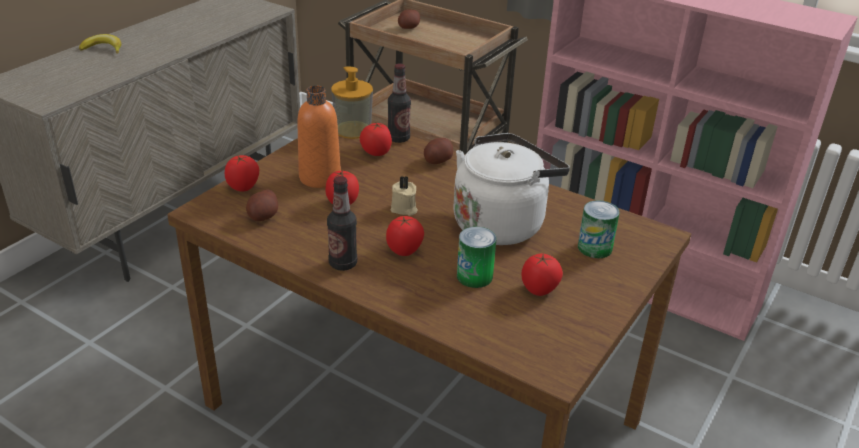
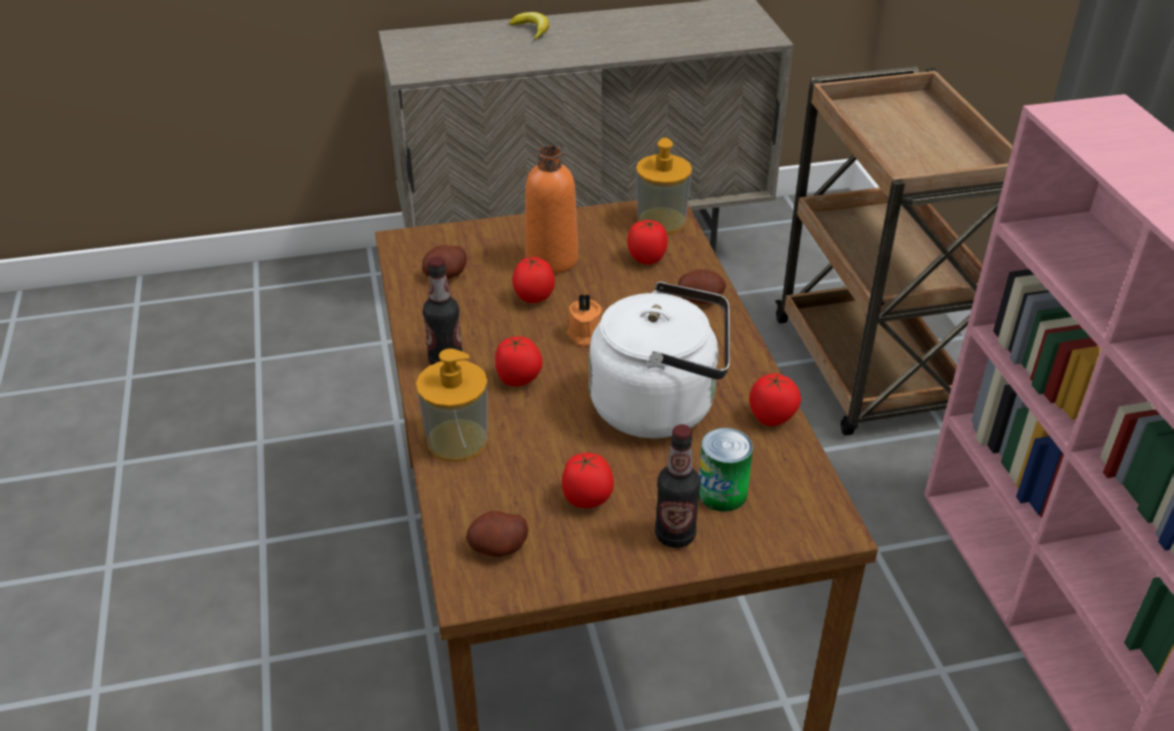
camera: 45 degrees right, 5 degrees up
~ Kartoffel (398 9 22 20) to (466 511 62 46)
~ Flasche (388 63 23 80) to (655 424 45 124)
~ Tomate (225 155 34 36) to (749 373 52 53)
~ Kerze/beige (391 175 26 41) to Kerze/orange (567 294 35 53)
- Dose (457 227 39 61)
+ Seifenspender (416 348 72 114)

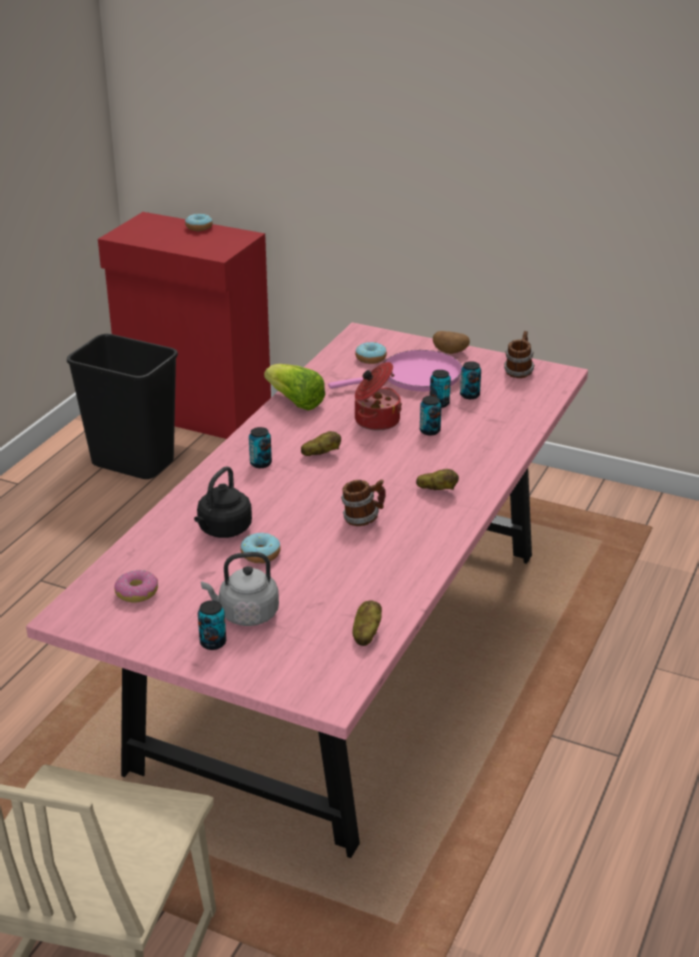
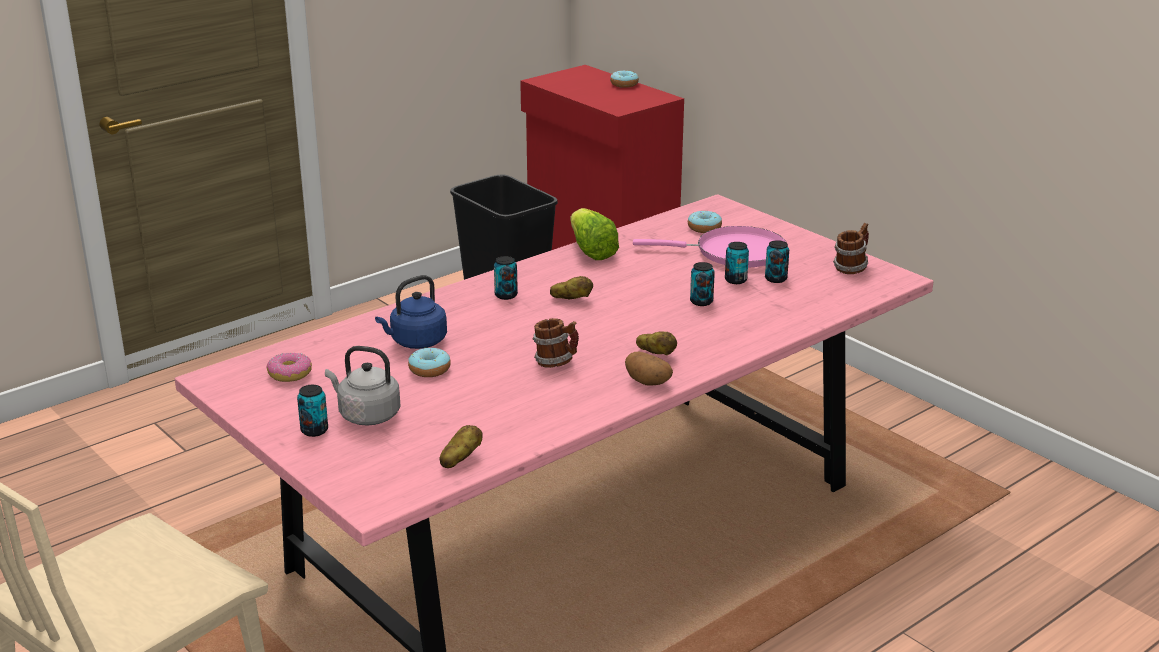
camera: 25 degrees right, 5 degrees down
~ Kartoffel (433 331 37 23) to (625 352 48 34)
- Kochtopf (355 362 47 69)
~ Wasserkessel/schwarz (194 466 58 72) to Wasserkessel/blau (375 275 72 74)

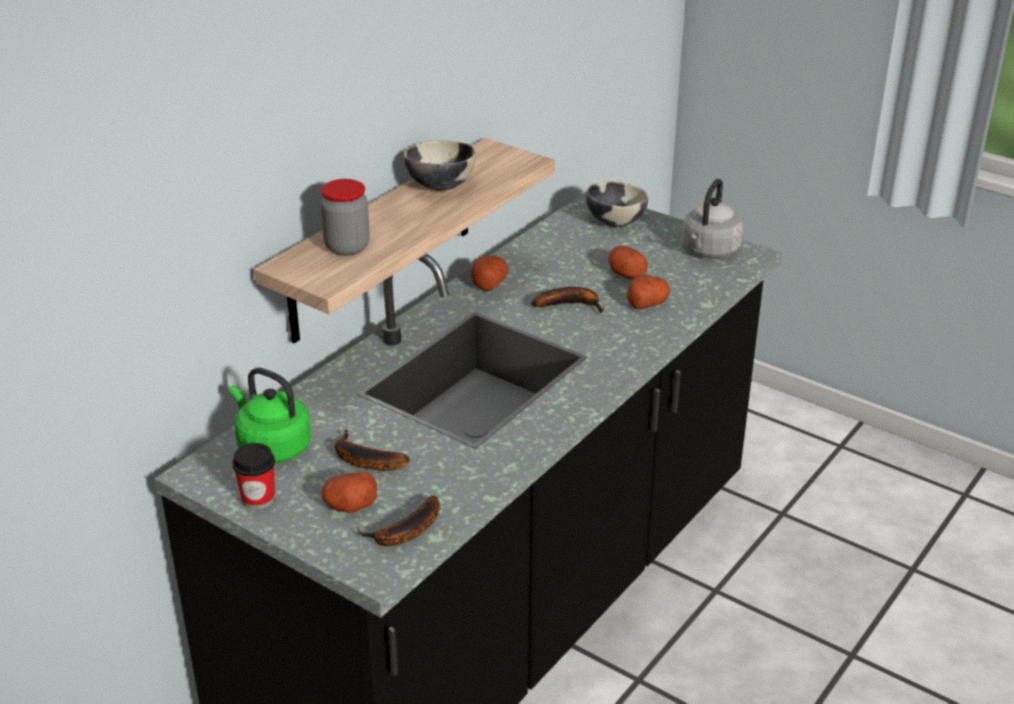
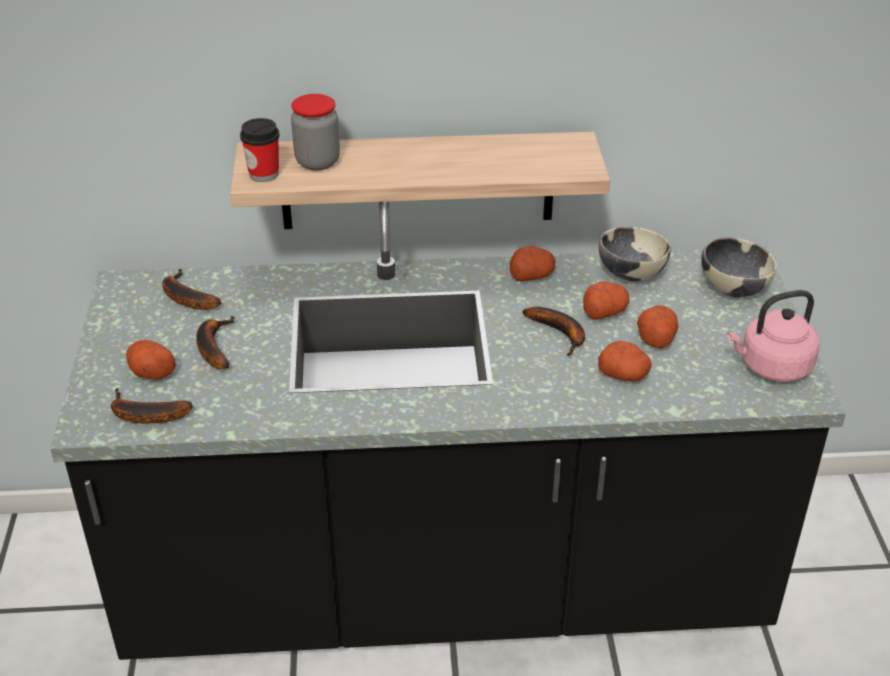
camera: 50 degrees right, 5 degrees up
~ Schüssel (404 140 72 51) to (599 227 72 55)
~ Wasserkessel/grau (682 178 62 80) to Wasserkessel/rosa (727 290 93 92)
~ Wasserkessel/grün (230 368 81 95) to Banane (163 268 58 42)
~ Tasse (232 443 43 67) to (240 118 40 64)
+ Kartoffel (583 281 46 39)

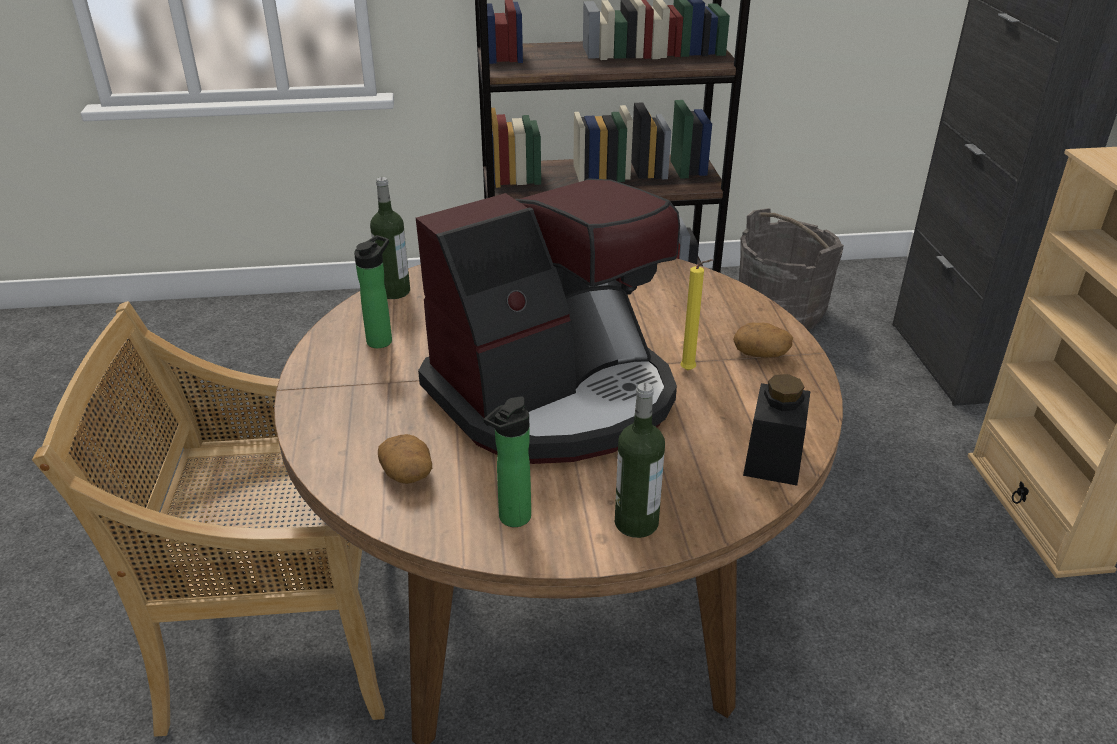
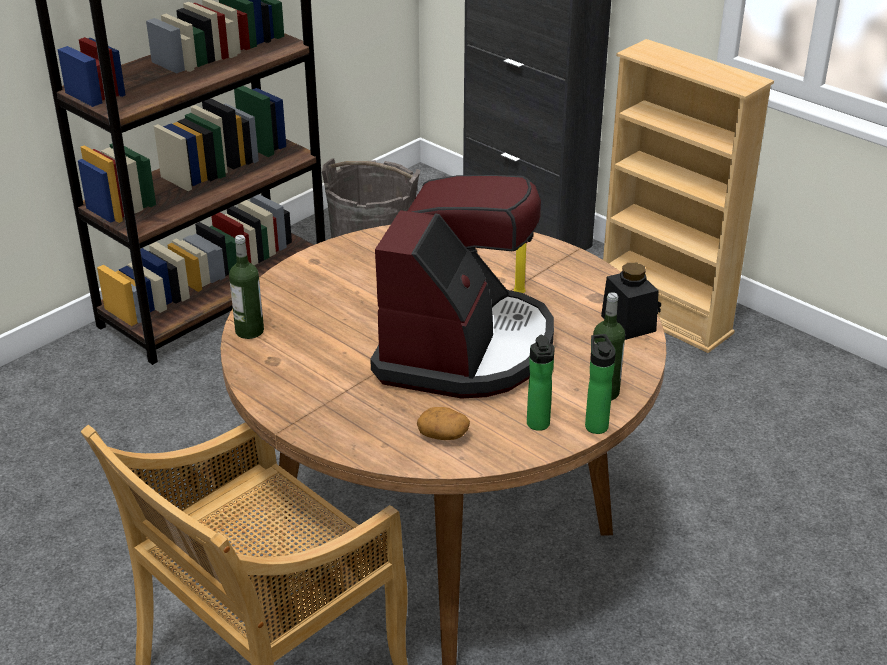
camera: 40 degrees left, 0 degrees up
~ Flasche (354 235 38 113) to (585 334 31 100)
- Kartoffel (733 323 60 35)

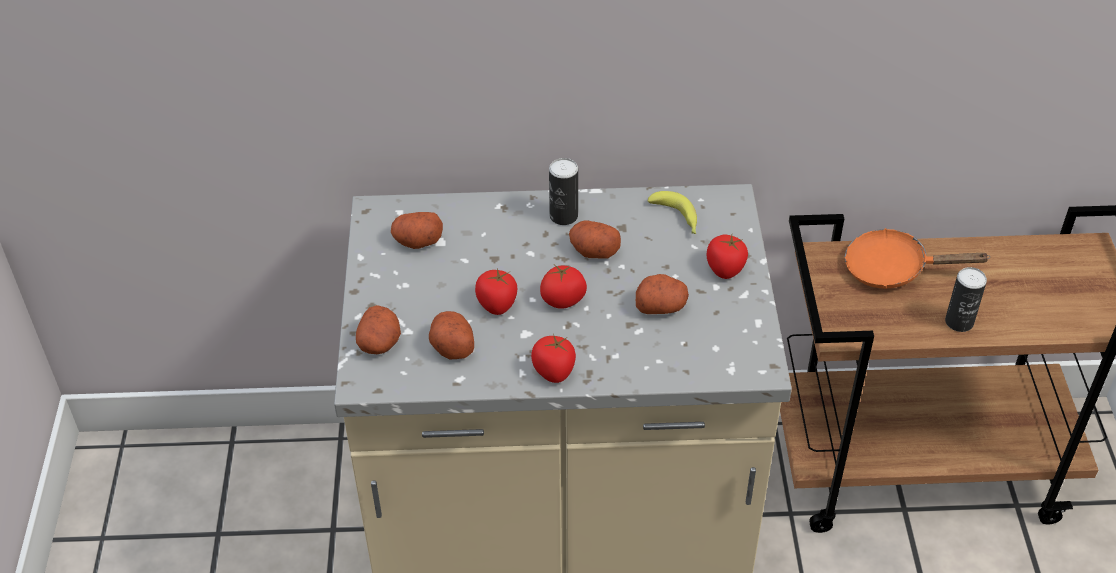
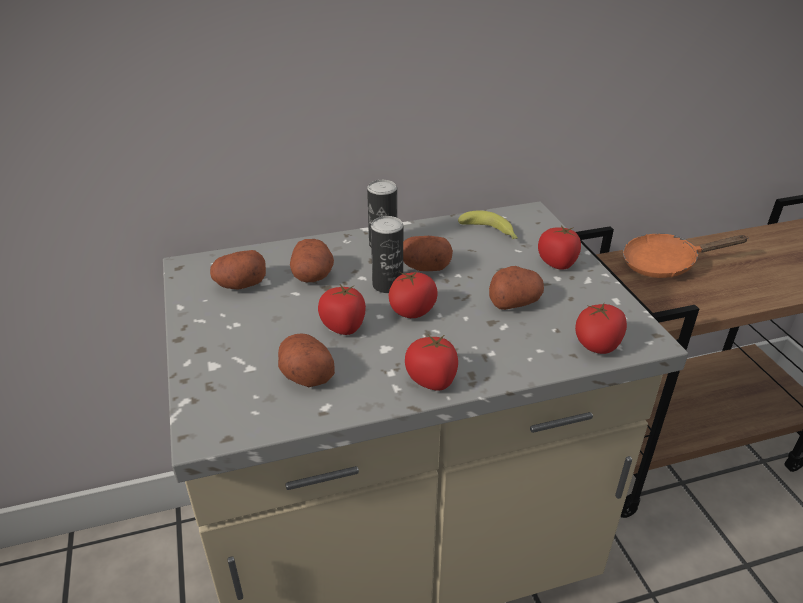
camera: 15 degrees left, 10 degrees down
~ Dose (945 267 42 65) to (371 216 32 77)
~ Kartoffel (356 305 45 49) to (290 239 44 43)
+ Tomate (575 303 52 51)

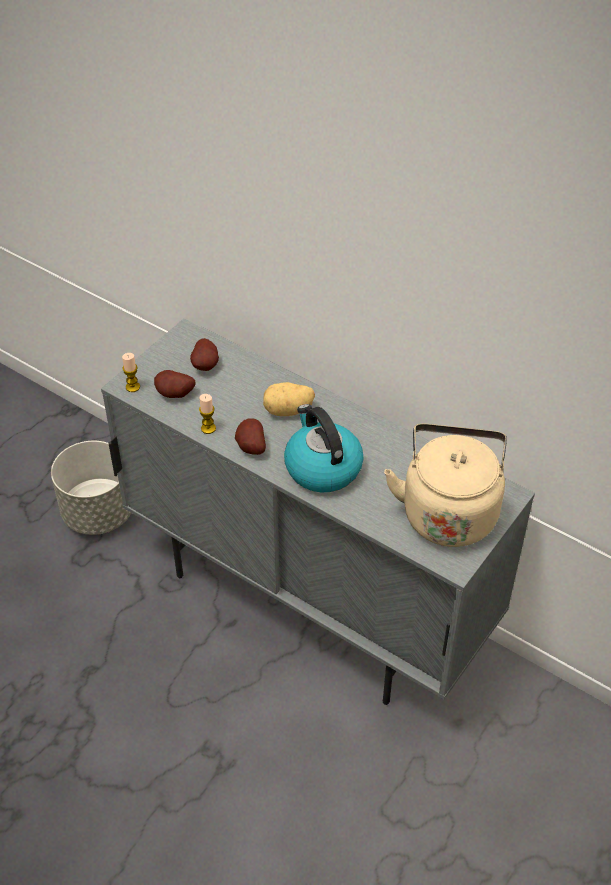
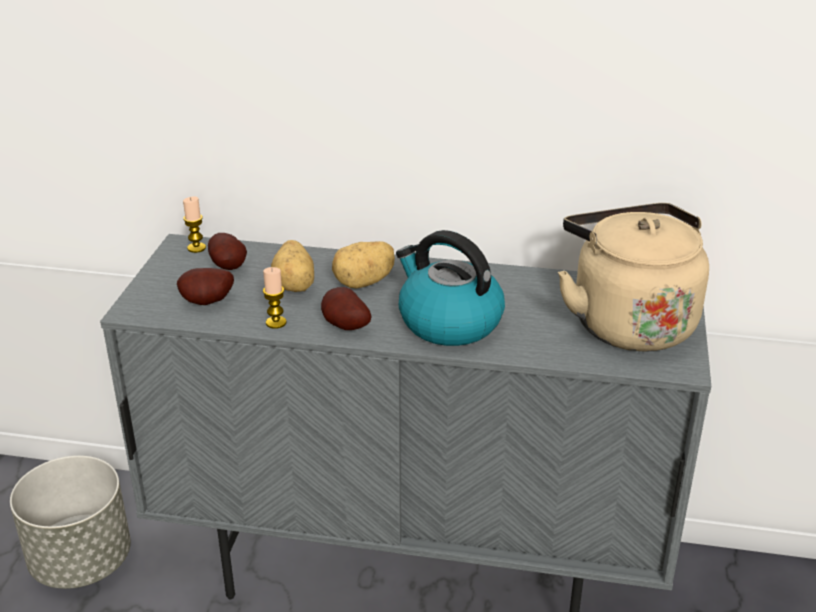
camera: 25 degrees left, 15 degrees down
~ Kerze (122 353 18 39) to (183 196 23 57)
+ Kartoffel (271 240 43 52)

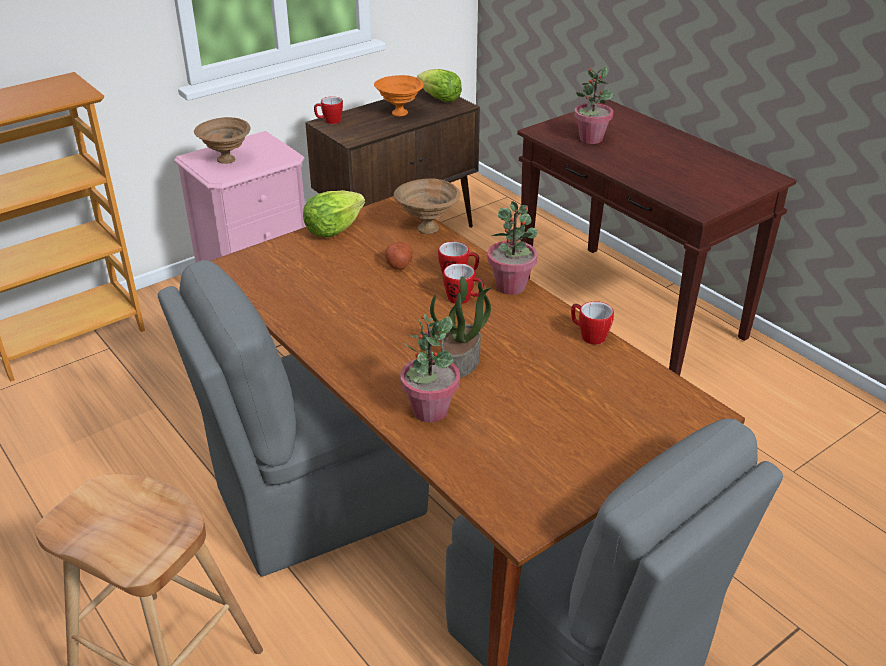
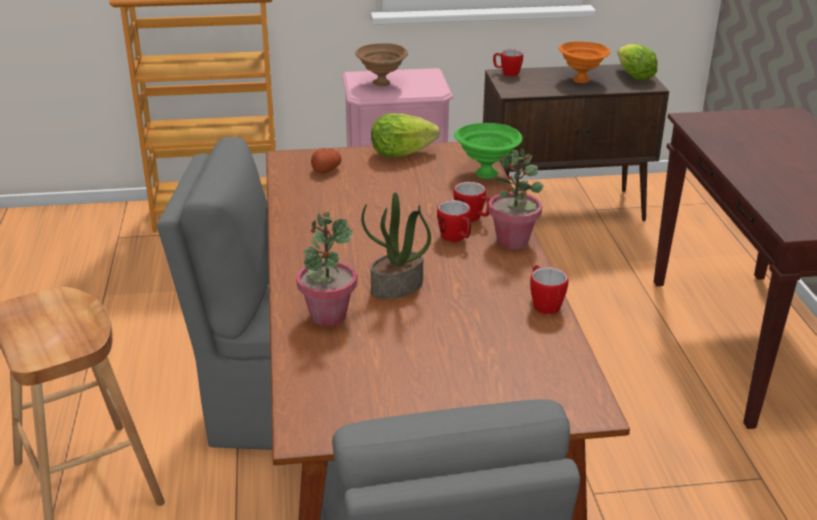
camera: 30 degrees right, 5 degrees down
- Topfpflanze (574 66 39 78)
~ Schüssel/braun (394 178 67 56) to Schüssel/grün (454 123 69 56)
~ Kartoffel (385 242 28 28) to (311 148 30 26)

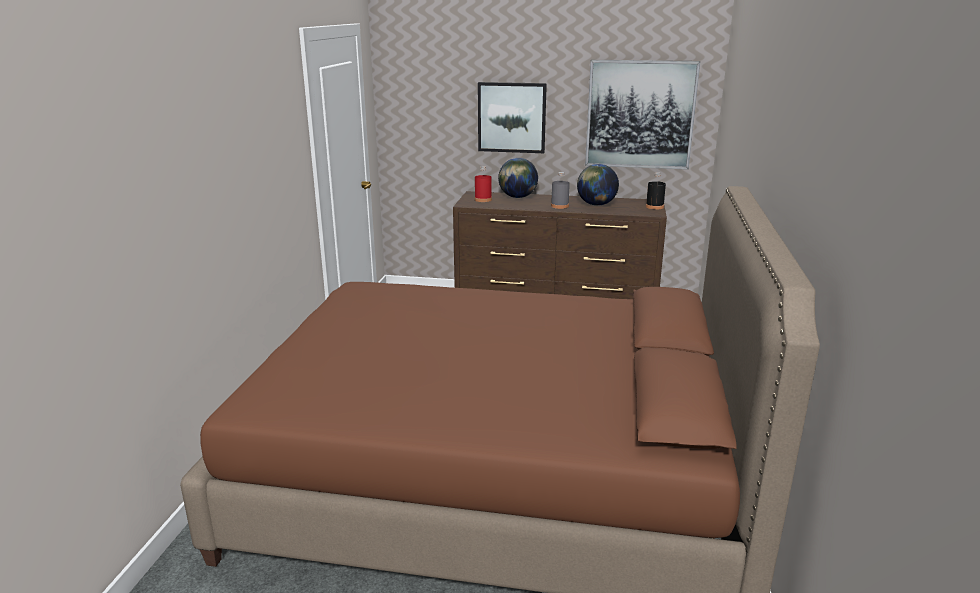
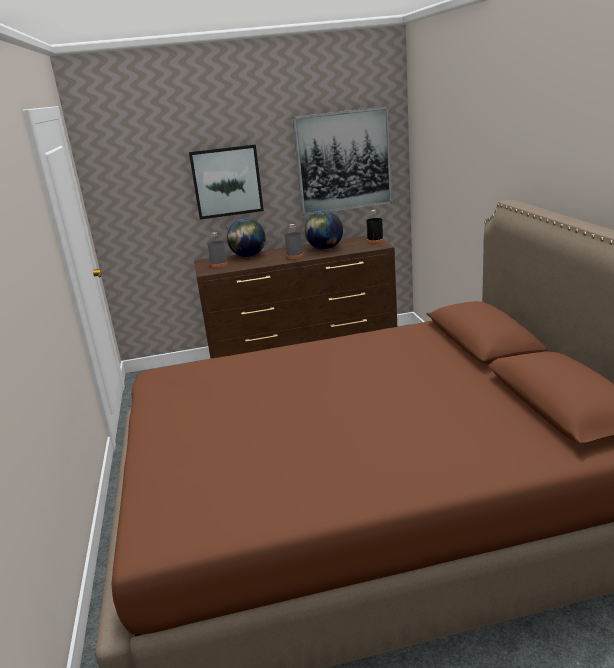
camera: 20 degrees left, 0 degrees up
~ Flasche/rot (475 166 17 36) to Flasche/grau (207 232 20 35)

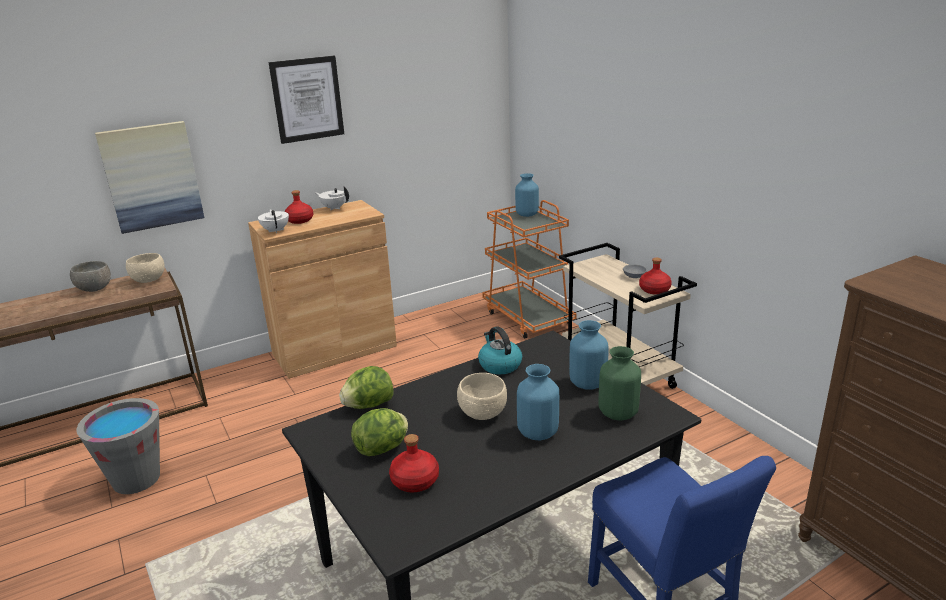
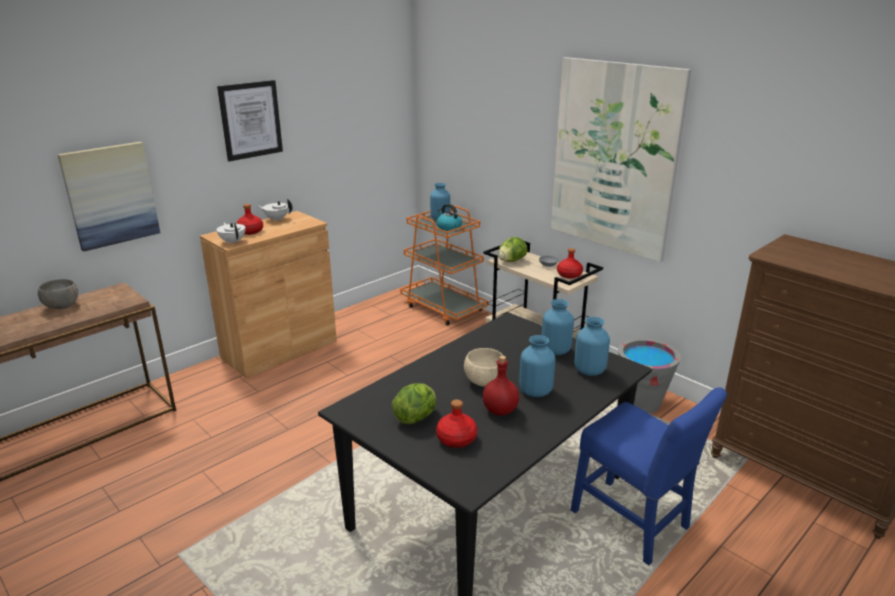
camera: 15 degrees left, 0 degrees up
- Schüssel/beige (126 253 39 30)
~ Wasserkessel (478 326 44 48) to (437 204 25 27)
~ Vase/grün (599 346 42 74) to Vase/blau (574 317 36 59)
~ Salatkopf (339 366 54 43) to (498 237 29 25)
~ Eimer/grau (76 398 84 96) to (618 338 63 76)
+ Bild (551 57 140 205)
+ Flasche/rot (483 356 36 60)

